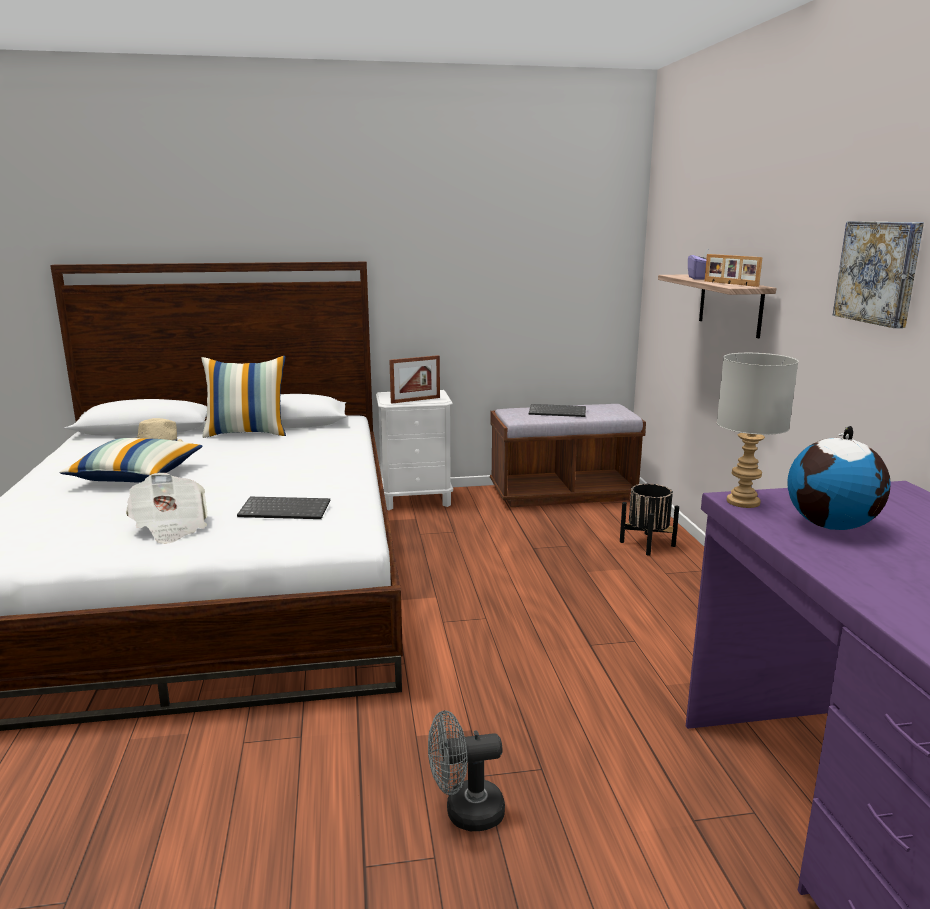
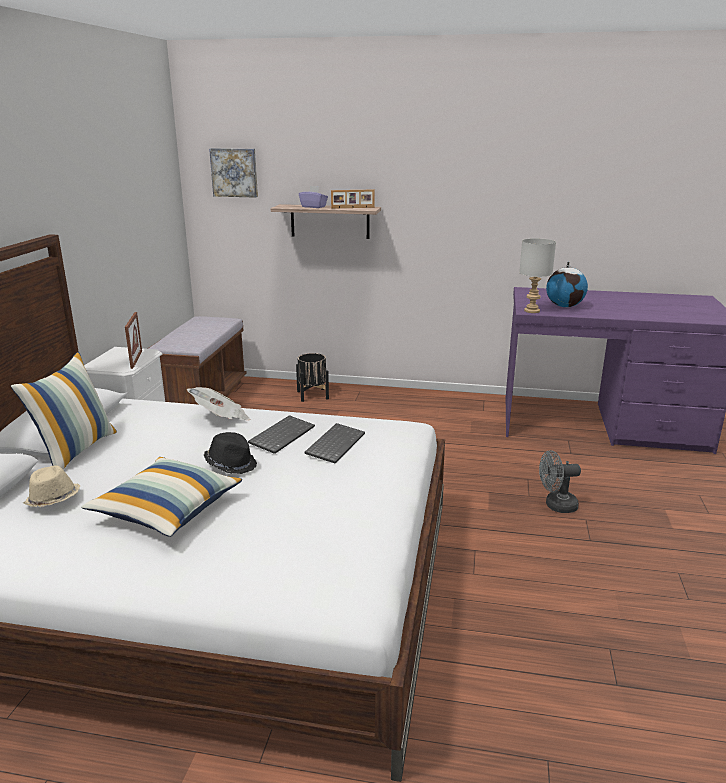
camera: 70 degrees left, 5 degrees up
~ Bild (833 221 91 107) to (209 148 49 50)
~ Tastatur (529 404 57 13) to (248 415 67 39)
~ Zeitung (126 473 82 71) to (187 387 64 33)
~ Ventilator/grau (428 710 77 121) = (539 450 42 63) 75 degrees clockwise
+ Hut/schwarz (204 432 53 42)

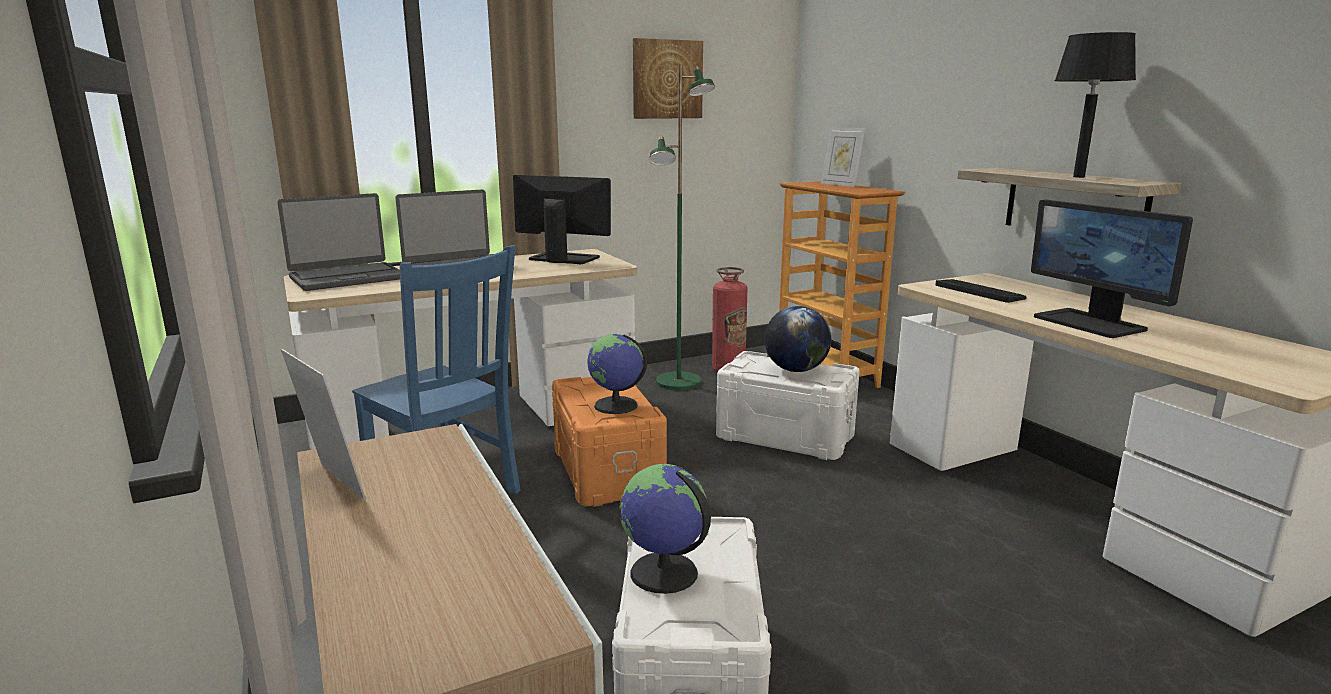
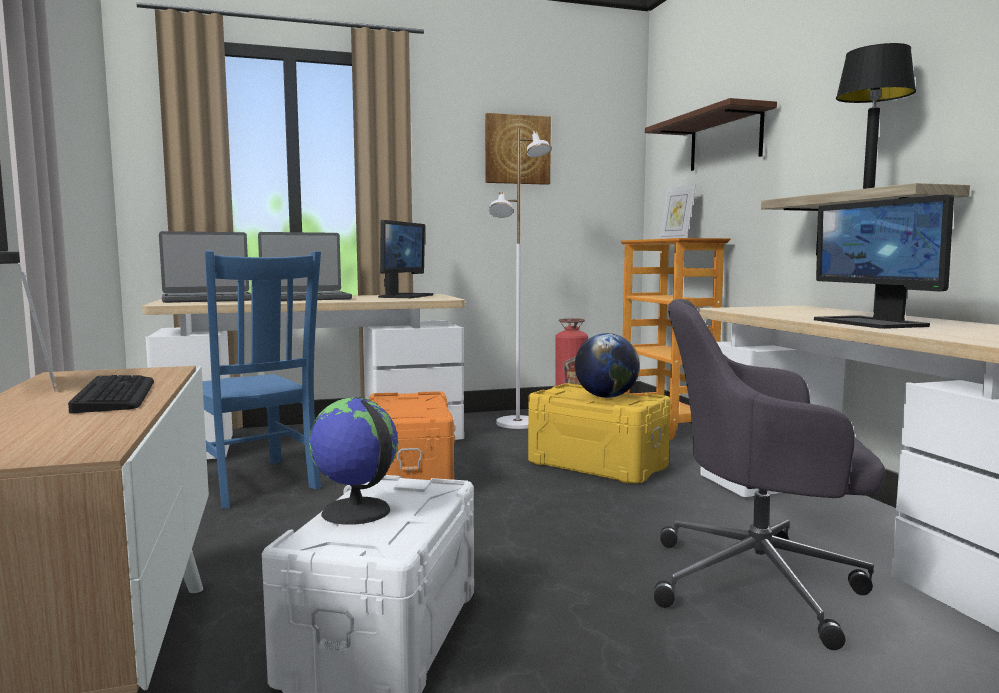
camera: 10 degrees right, 10 degrees down
~ Stehlampe/grün (649 65 66 325) to Stehlampe/weiß (489 129 62 300)
~ Monitor (513 175 98 89) = (378 220 55 78) 75 degrees clockwise
~ Tastatur (935 279 92 24) to (68 375 86 38)
- Globus (587 334 60 80)
~ Aufbewahrungsbox/weiß (716 351 144 109) to Aufbewahrungsbox/gelb (528 383 143 101)
+ Wandregal (645 98 132 73)
+ Bürostuhl/grau (654 299 231 351)

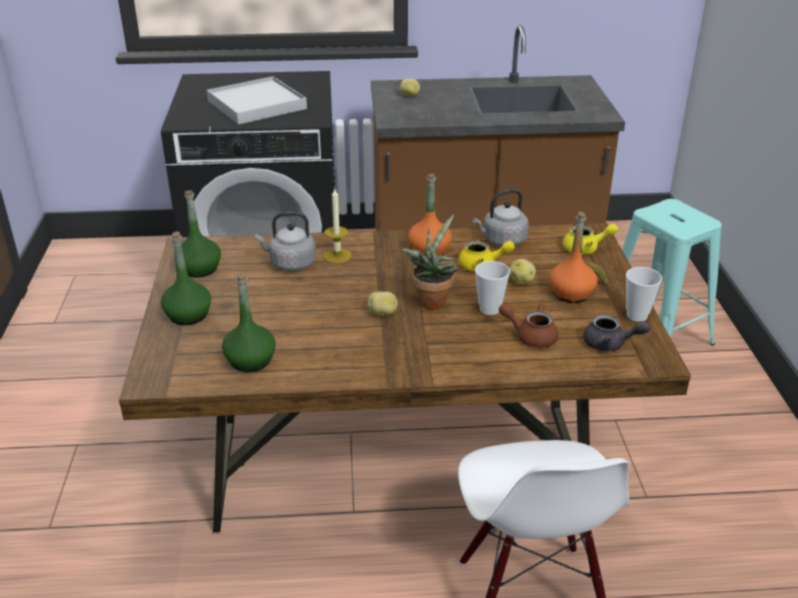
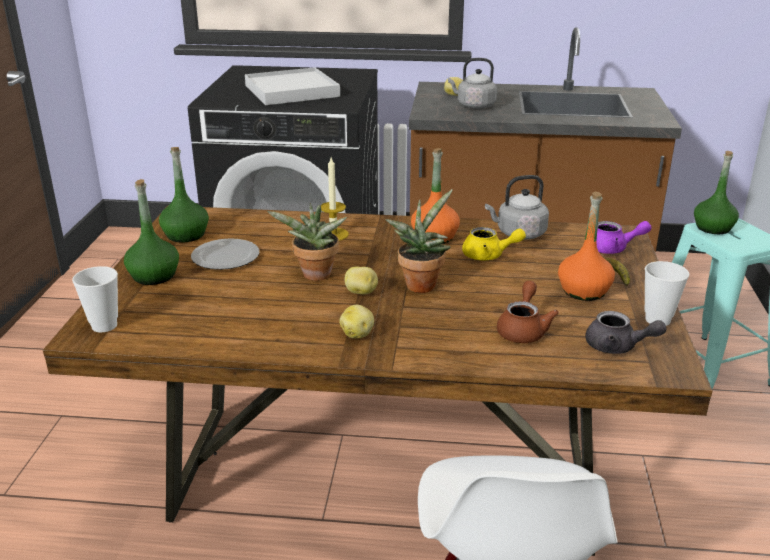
camera: 10 degrees right, 5 degrees down
~ Wasserkessel/grau (255 212 61 59) to (448 58 49 51)
~ Teekanne/gelb (562 224 56 31) to Teekanne/lila (597 221 55 33)
~ Kartoffel (509 259 27 26) to (339 305 35 33)
~ Tasse (475 261 35 54) to (72 266 46 66)
~ Flasche/grün (222 273 54 99) to (694 151 45 83)
~ Teekanne/braun (499 303 59 45) = (497 281 62 62) 75 degrees clockwise
+ Topfpflanze (267 203 80 78)
+ Teller (191 238 68 32)

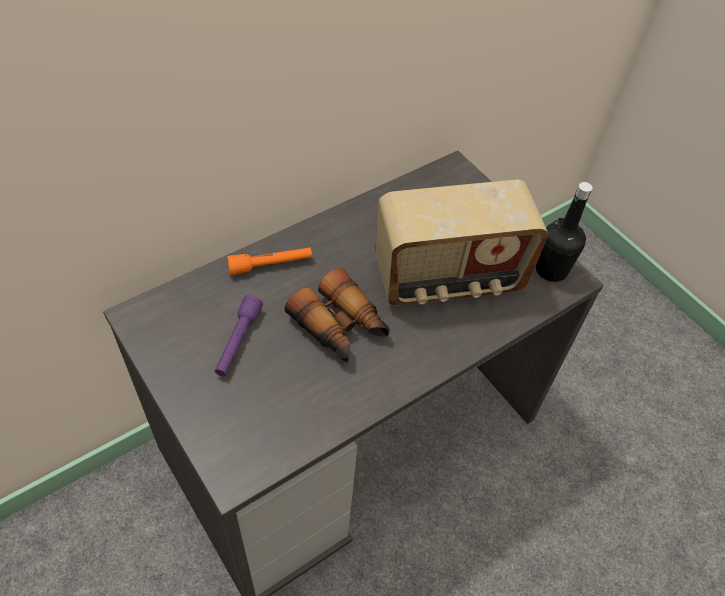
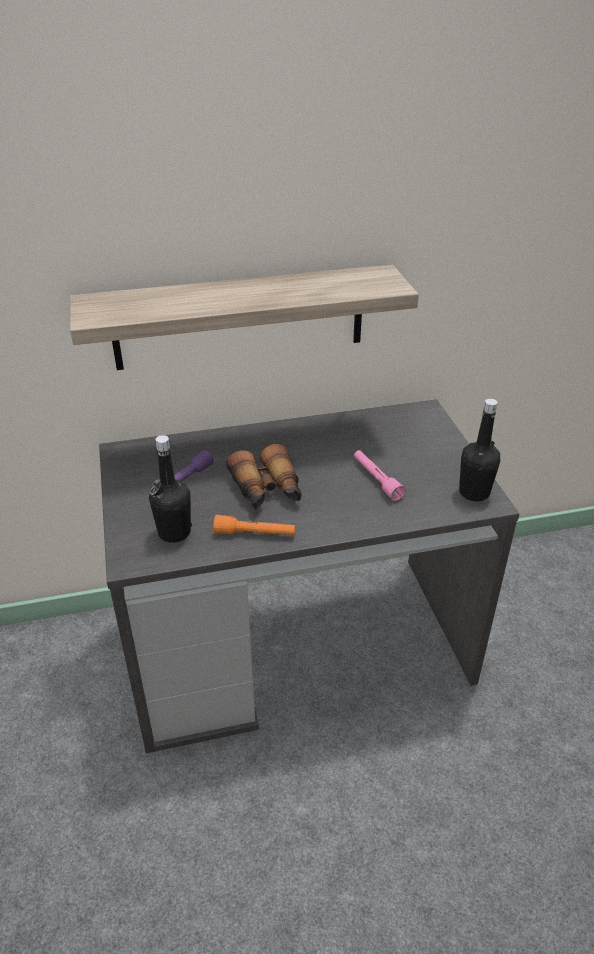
camera: 25 degrees right, 15 degrees down
~ Radio (375 180 173 126) to Taschenlampe/rosa (354 450 52 51)
~ Taschenlampe/orange (227 247 85 28) to (214 515 81 20)
+ Wandregal (70 264 349 106)
+ Flasche/schwarz (149 435 43 108)

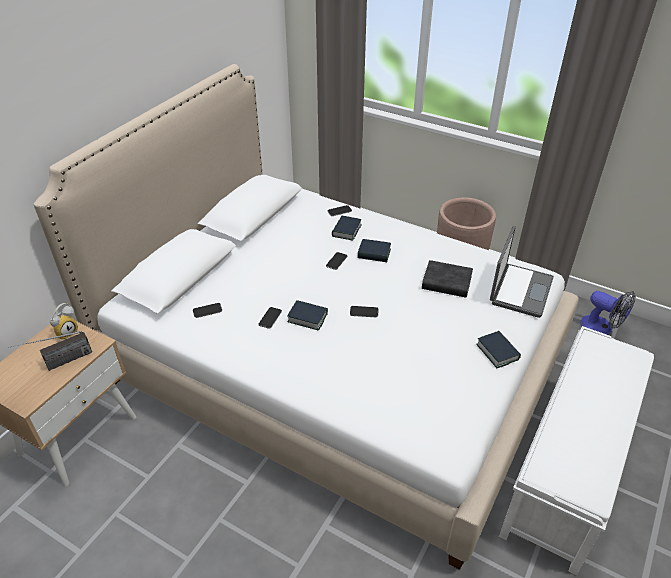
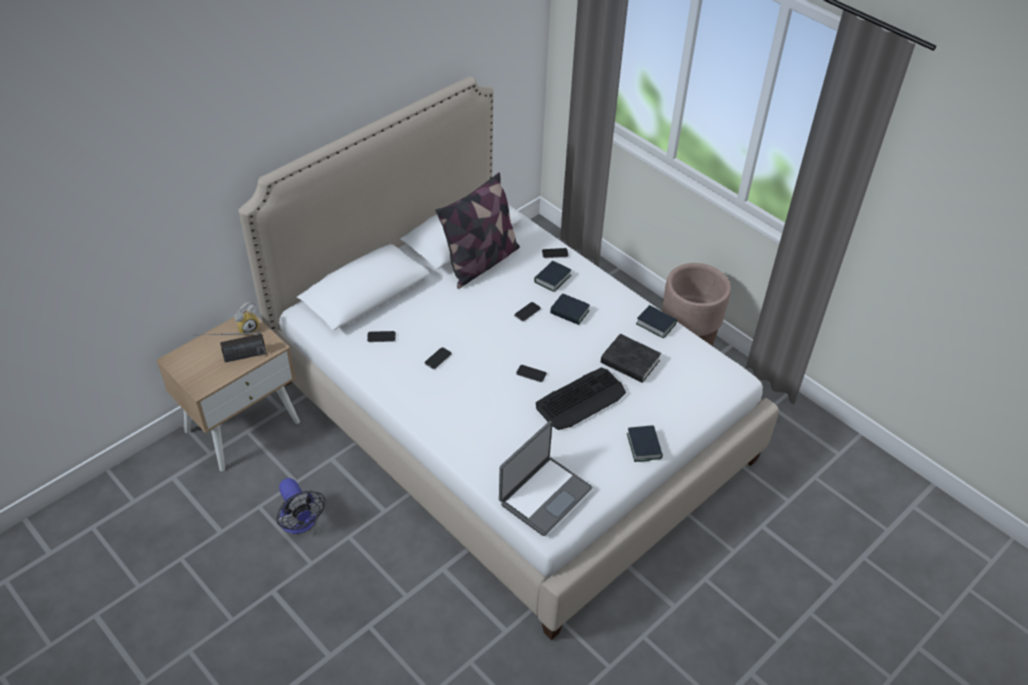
camera: 15 degrees right, 5 degrees up
~ Laptop (490 226 64 92) to (499 421 94 115)
~ Ventilator (581 291 55 44) to (277 478 49 56)
~ Buch (287 300 41 31) to (636 305 41 34)
- Bank/weiß (499 326 155 249)
+ Kissen (436 172 84 117)
+ Tastatur (536 367 90 63)

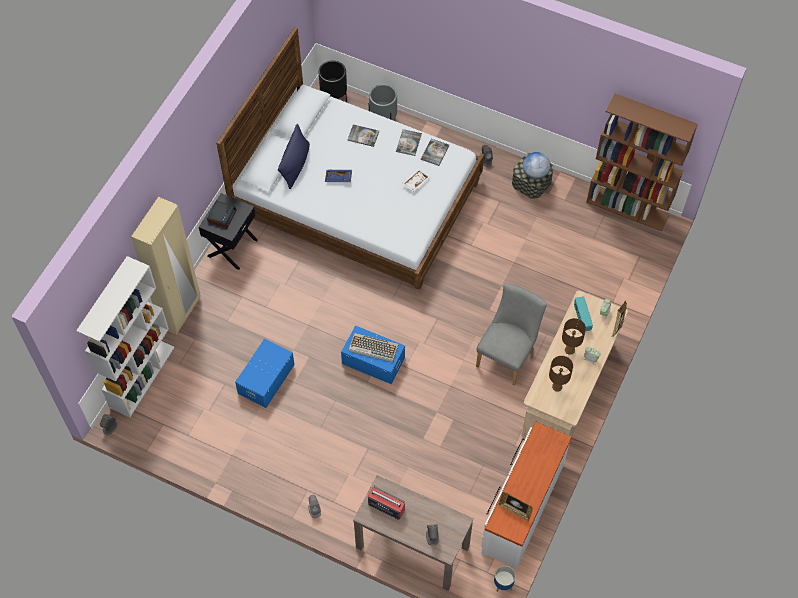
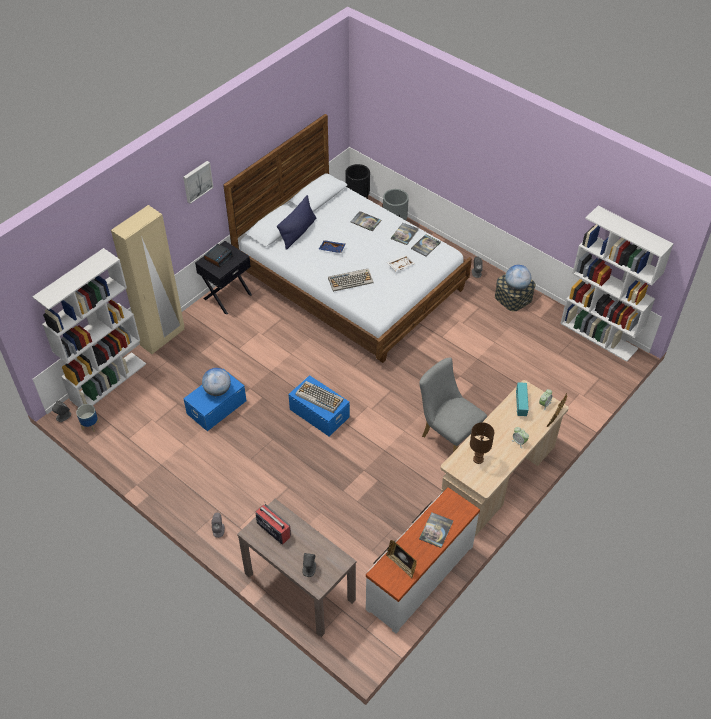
camera: 15 degrees right, 10 degrees down
~ Bücherregal/braun (586 94 112 138) to Bücherregal/weiß (560 206 113 156)
~ Stuhl/grau (476 284 71 102) = (419 357 68 95) 90 degrees counterclockwise
- Tischlampe/braun (562 318 24 37)
~ Pflanzkübel (494 566 22 26) to (76 404 23 28)
+ Bild (183 161 31 43)
+ Tastatur (328 269 45 23)
+ Globus (202 368 29 28)
+ Buch (419 512 34 36)

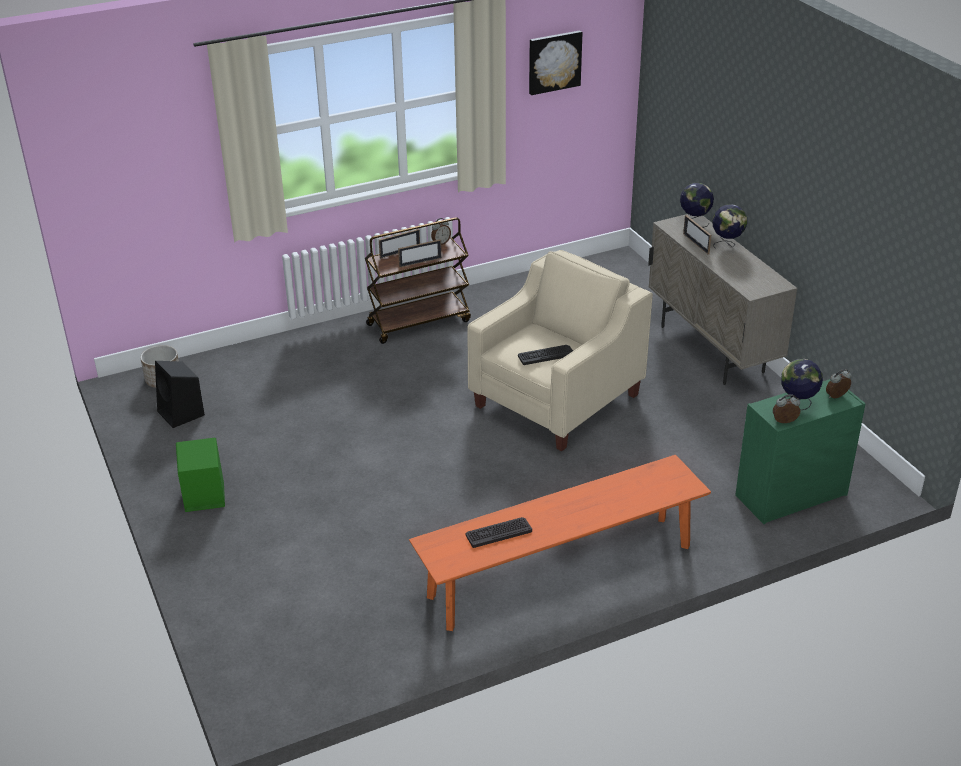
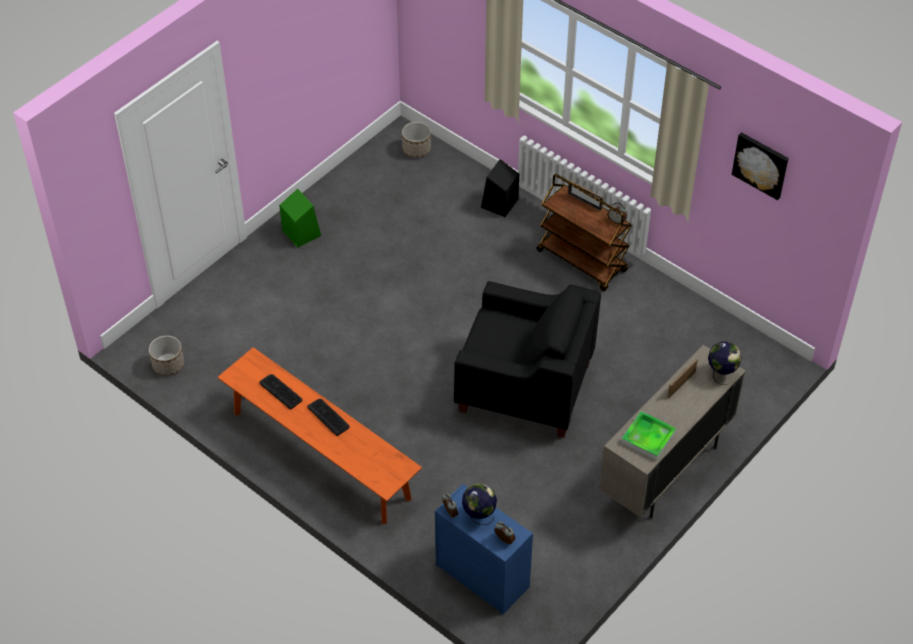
camera: 65 degrees right, 15 degrees up
- Globus (712 204 35 45)
- Bilderrahmen (398 239 44 28)
~ Sessel/beige (467 250 186 201) to Sessel/schwarz (454 281 147 157)
~ Tastatur (518 345 55 20) to (308 399 42 37)
~ Lautsprecher/schwarz (155 361 50 67) to (481 159 38 58)
~ Kommode/grün (735 379 131 145) to Kommode/blau (435 484 98 131)
+ Pflanzkübel (149 336 35 40)
+ Tablett (621 411 55 50)

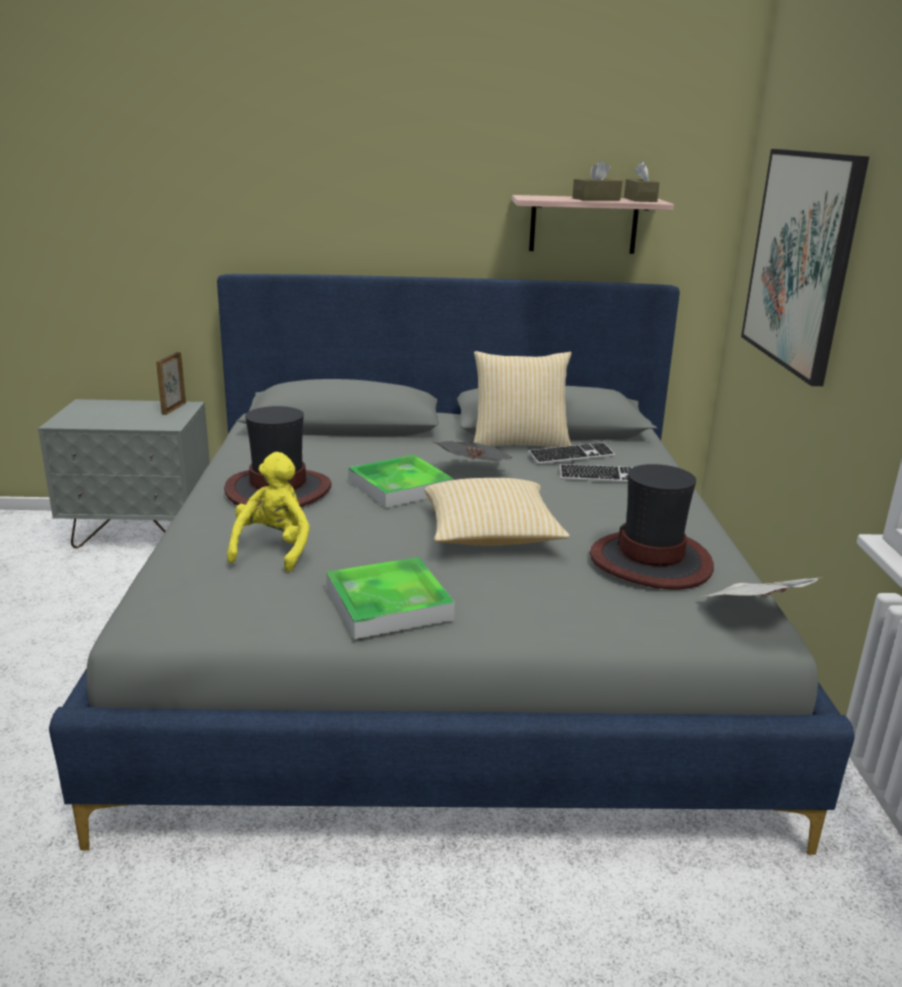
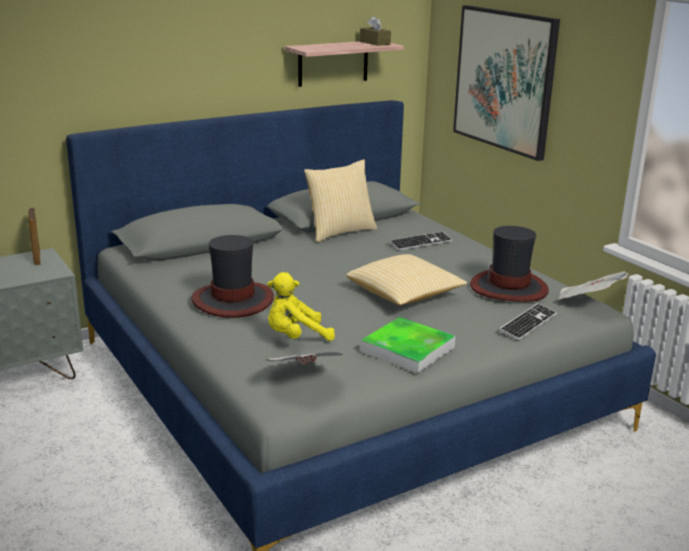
camera: 30 degrees left, 0 degrees up
- Taschentuchbox/braun (572 160 50 40)
~ Zeitung (433 441 79 20) to (266 352 77 13)
~ Tastatur (528 442 88 22) to (499 303 58 37)
~ Plüschtier/gelb (227 452 83 120) = (267 272 68 69) 90 degrees counterclockwise
- Tablett (349 455 105 53)

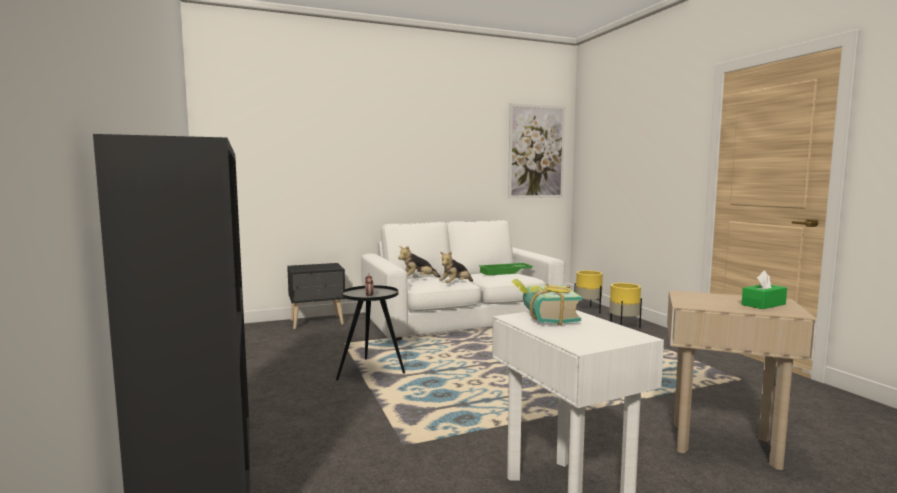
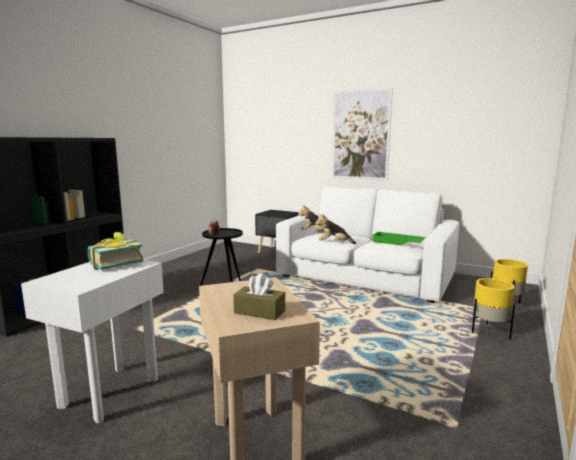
camera: 50 degrees right, 5 degrees up
~ Bild (508 103 57 95) to (332 88 61 93)
~ Taschentuchbox/grün (741 270 46 39) to Taschentuchbox/braun (233 274 52 46)

